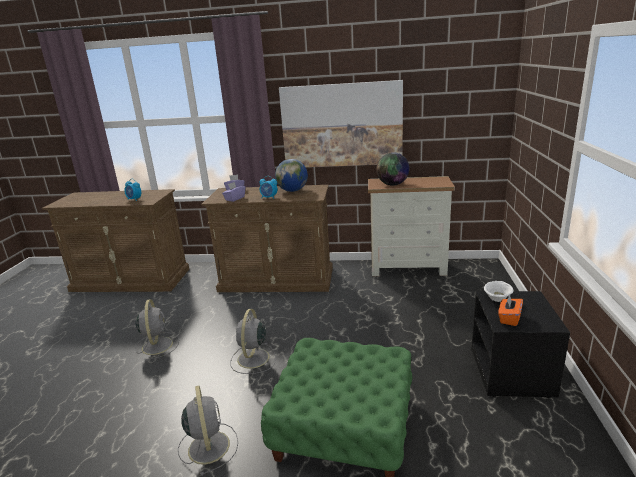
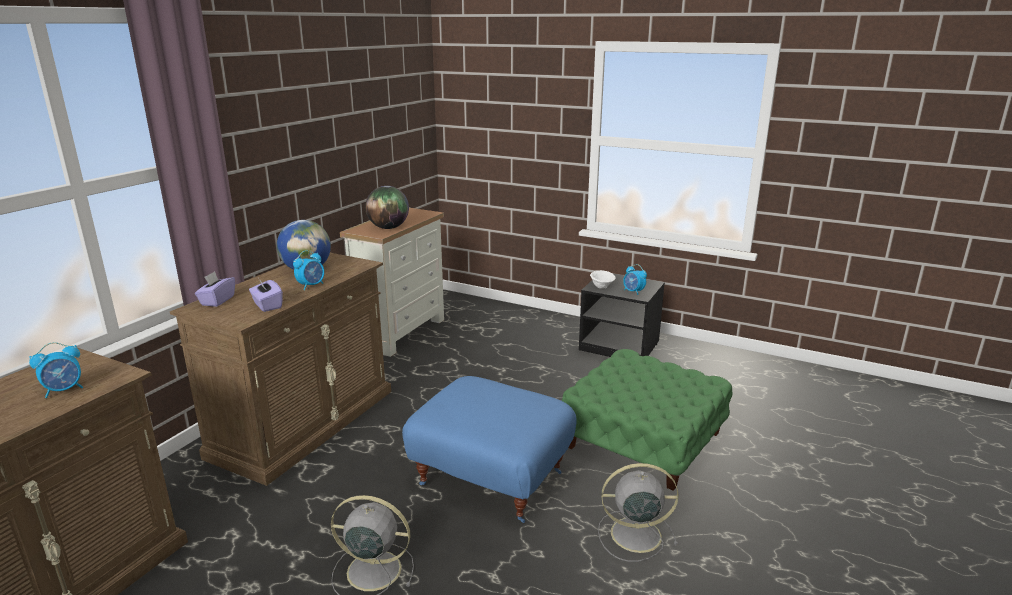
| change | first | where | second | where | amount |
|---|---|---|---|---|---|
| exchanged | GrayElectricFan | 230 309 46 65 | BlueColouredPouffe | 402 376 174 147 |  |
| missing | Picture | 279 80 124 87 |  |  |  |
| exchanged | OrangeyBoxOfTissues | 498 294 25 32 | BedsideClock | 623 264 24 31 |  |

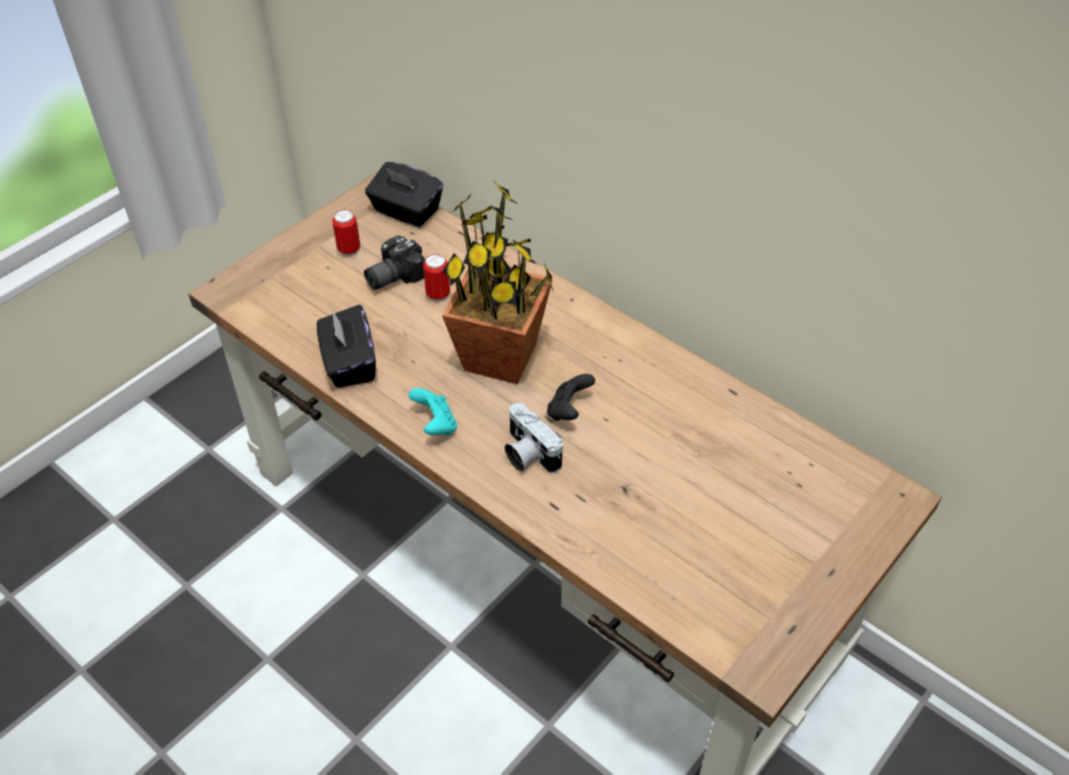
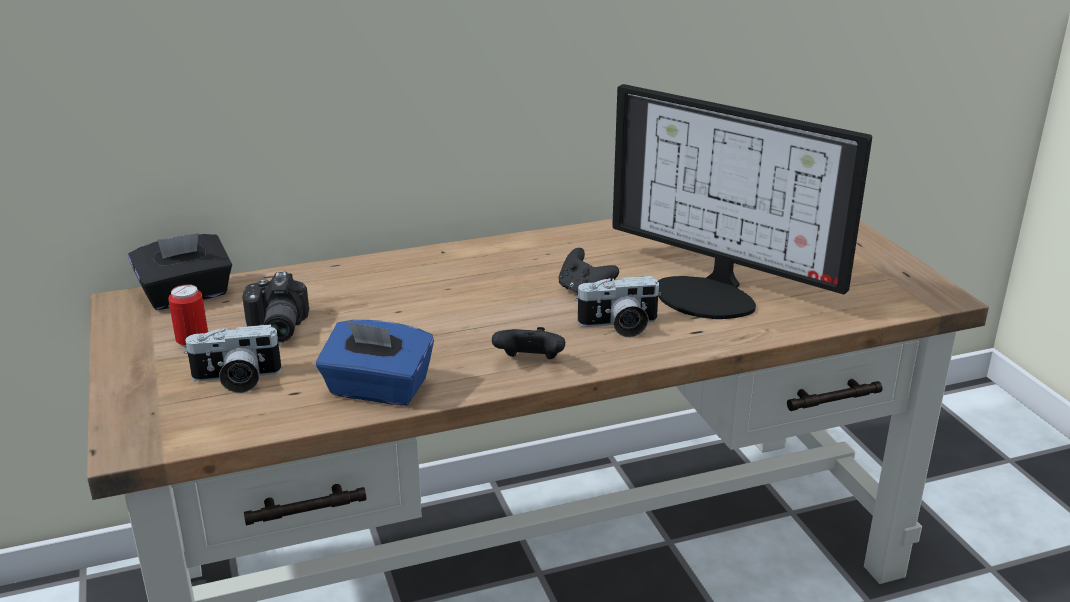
| change | first | where | second | where | amount |
|---|---|---|---|---|---|
| colour | BlackColouredBoxOfTissues | 317 304 59 84 | BlueColouredBoxOfTissues | 316 320 118 86 |  |
| colour | BlueGreenGamepad | 408 388 49 48 | BlackColouredGamepad | 492 327 73 32 |  |
| missing | Can | 423 254 27 48 |  |  |  |
| missing | PottedPlant | 442 180 112 204 |  |  |  |
| appeared |  |  | PhotoCamera | 184 324 98 69 |  |
| appeared |  |  | ComputerScreen | 612 84 260 235 |  |

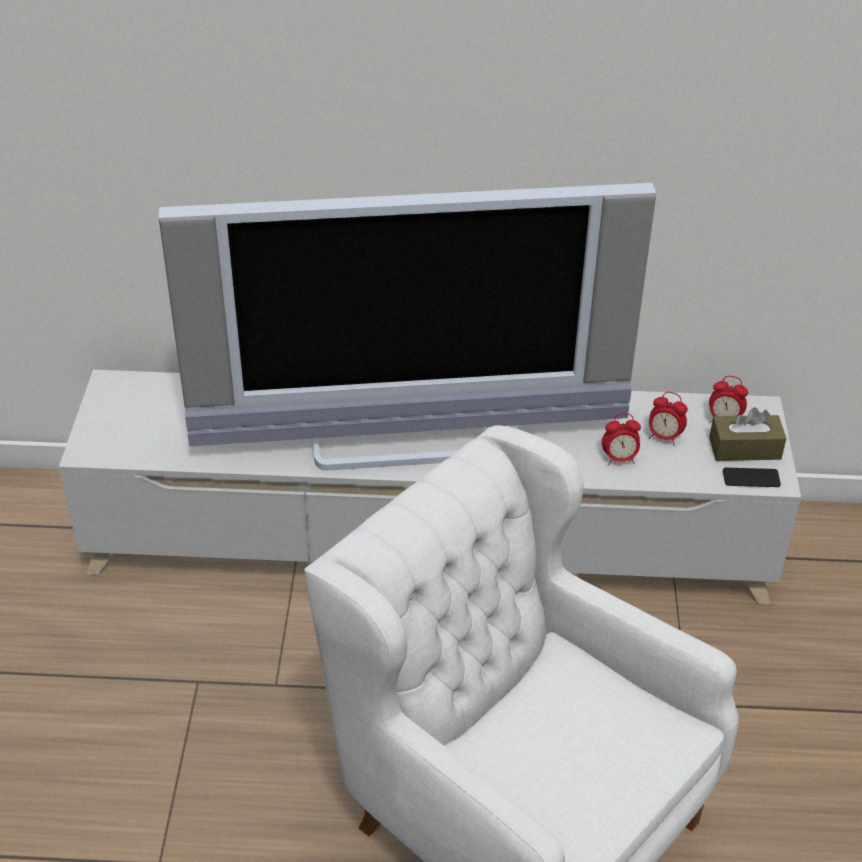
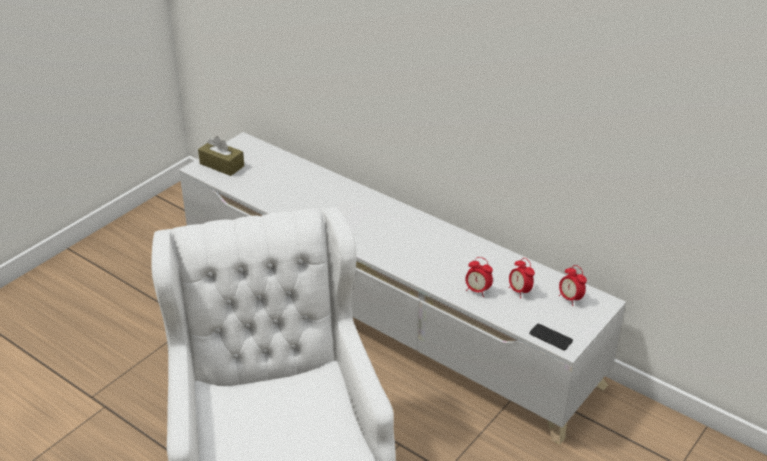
| change | first | where | second | where | amount |
|---|---|---|---|---|---|
| missing | Tv | 159 183 497 288 |  |  |  |
| relocated | BrownColouredBoxOfTissues | 709 407 77 54 |  | 198 136 46 40 |  |

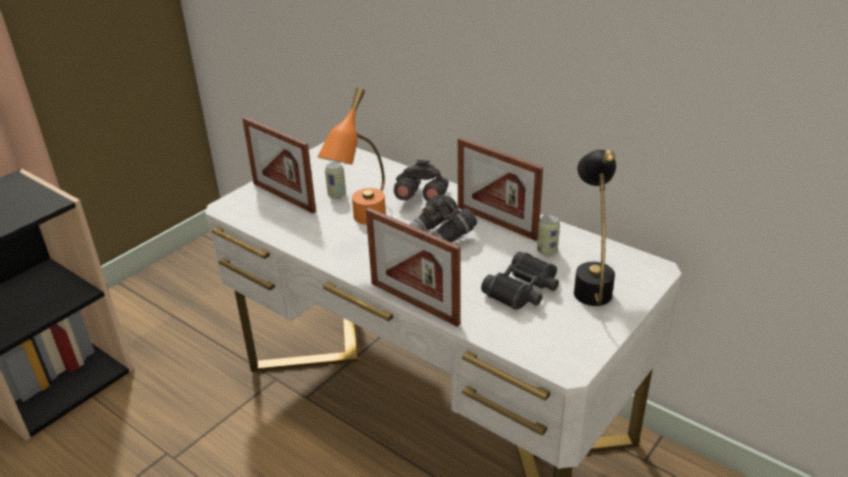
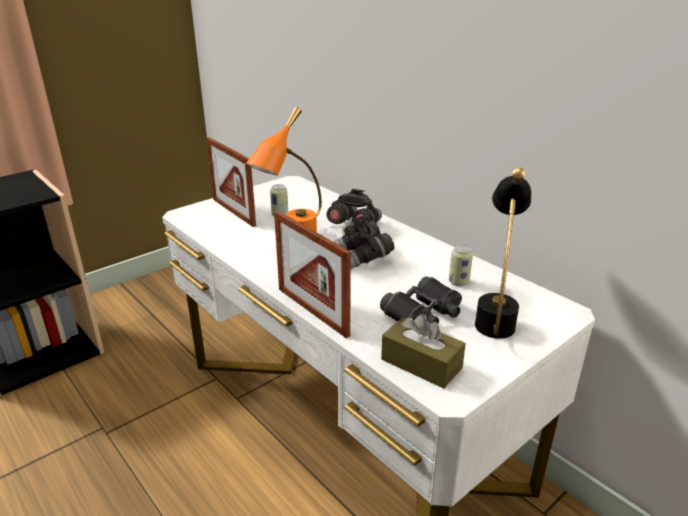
| change | first | where | second | where | amount |
|---|---|---|---|---|---|
| missing | PictureFrame | 458 137 85 104 |  |  |  |
| appeared |  |  | BrownColouredBoxOfTissues | 381 314 85 74 |  |

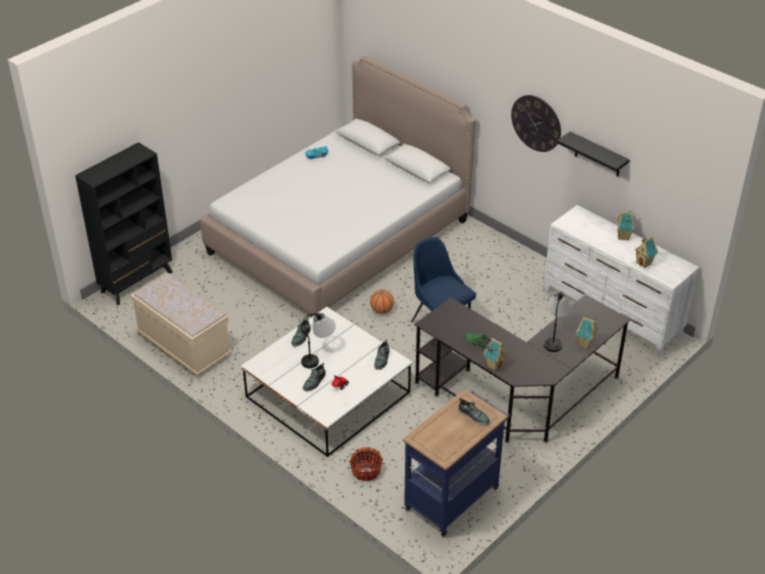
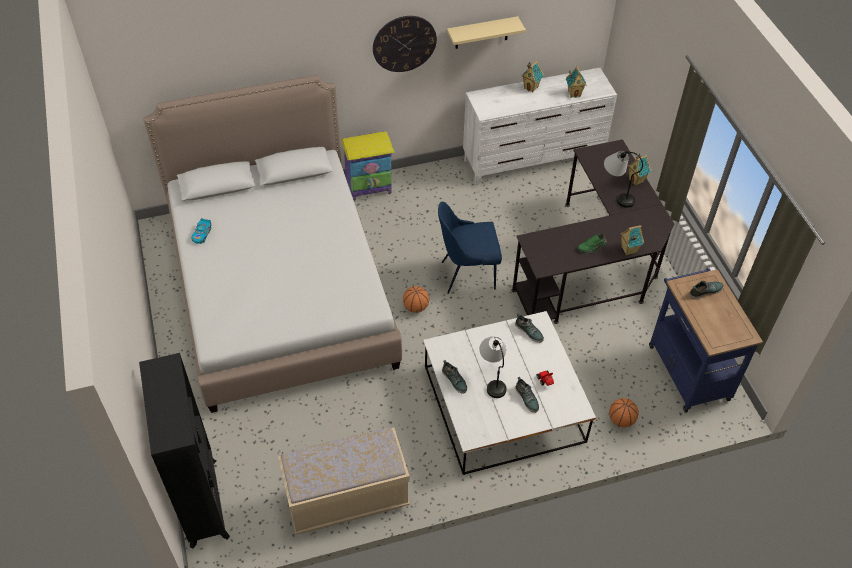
| change | first | where | second | where | amount |
|---|---|---|---|---|---|
| exchanged | Basket | 349 447 34 34 | BallForBasketball | 609 398 30 30 |  |
| colour | BlackColouredBracketShelf | 557 132 73 45 | BeigeColouredBracketShelf | 447 16 79 33 |  |
| appeared |  |  | BedsideTable | 341 131 53 70 |  |

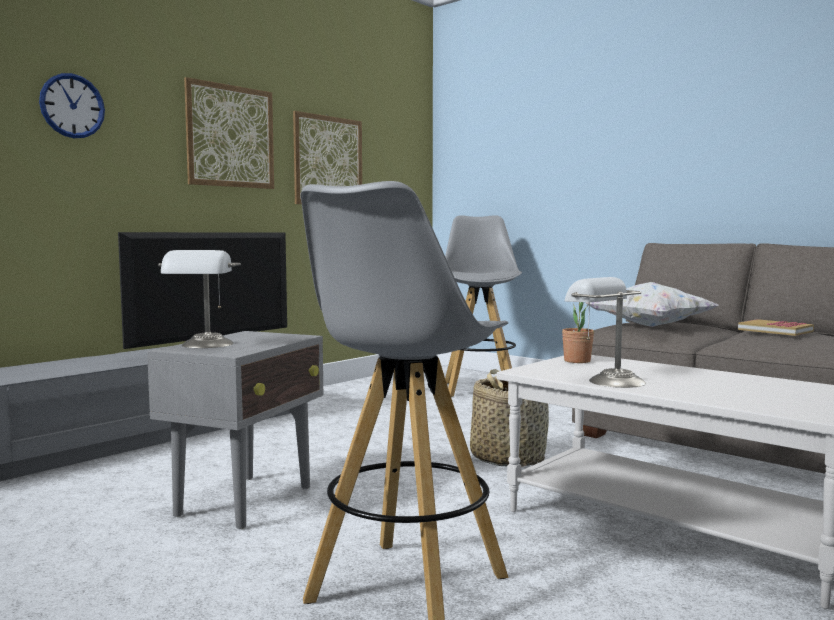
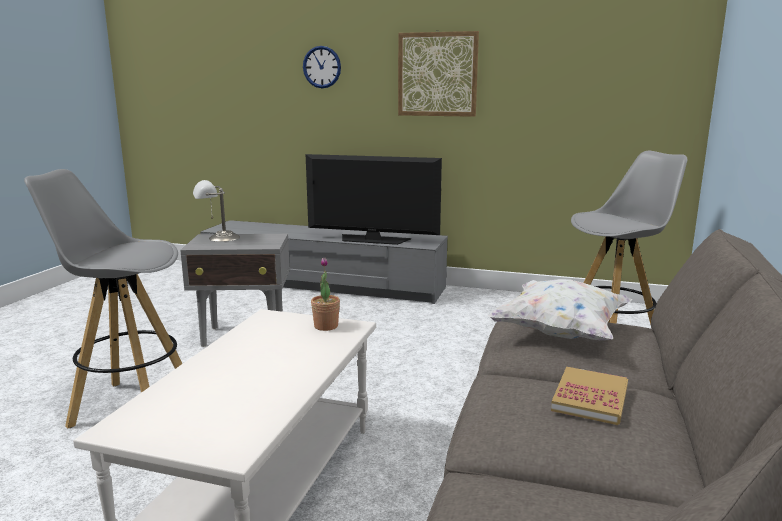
| change | first | where | second | where | amount |
|---|---|---|---|---|---|
| missing | Picture | 293 111 69 93 |  |  |  |
| missing | Basket | 470 369 79 98 |  |  |  |
| missing | WhitishLampForATable | 565 277 81 111 |  |  |  |

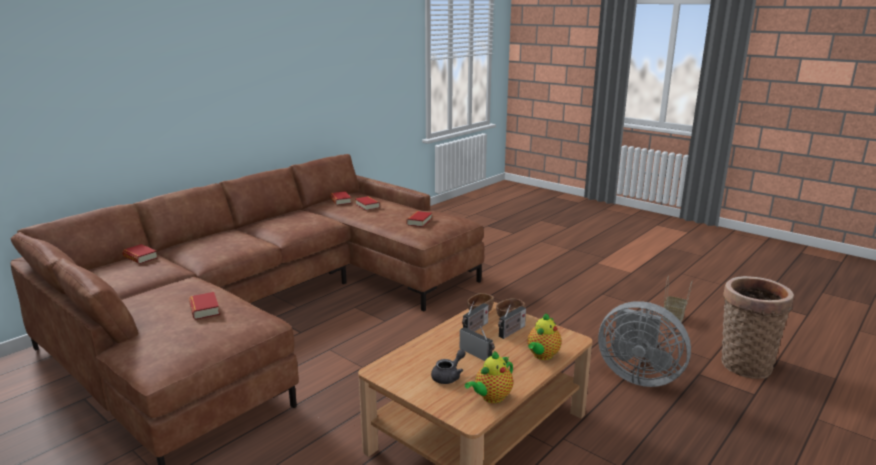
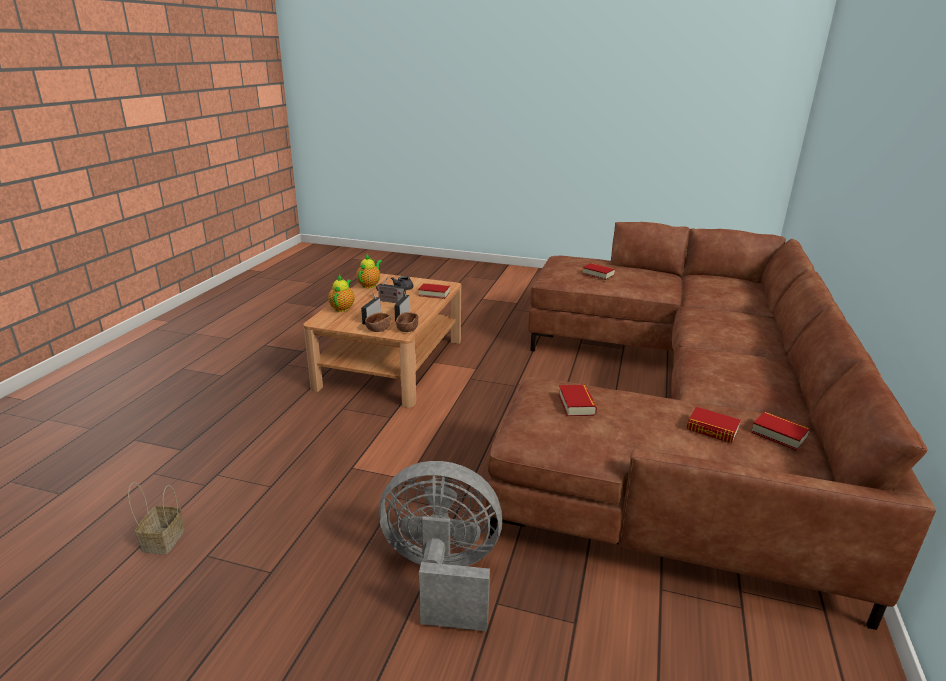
| change | first | where | second | where | amount |
|---|---|---|---|---|---|
| relocated | Book | 122 244 36 20 |  | 418 283 32 16 |  |
| relocated | GrayElectricFan | 598 301 93 86 |  | 379 461 123 170 |  |
| missing | Basket | 721 276 73 103 |  |  |  |

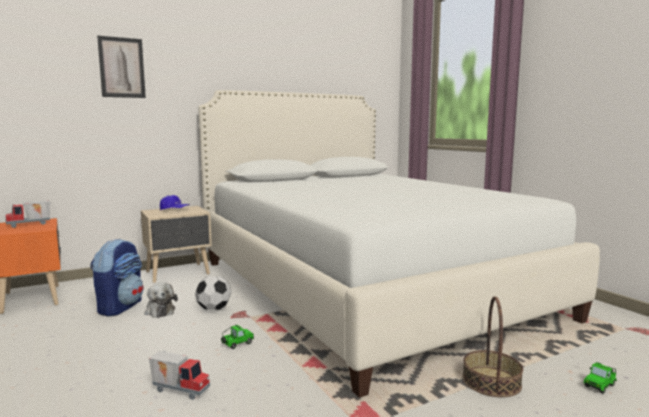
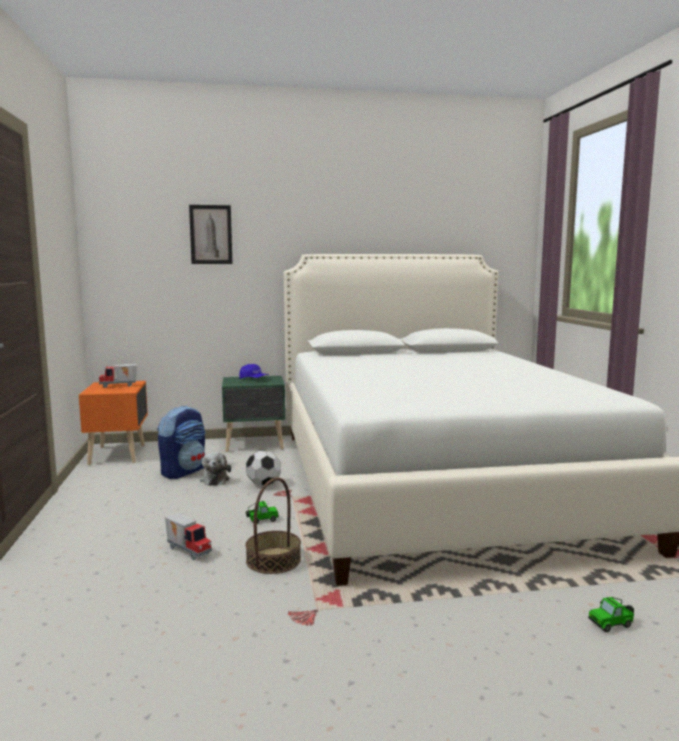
| change | first | where | second | where | amount |
|---|---|---|---|---|---|
| colour | BeigeColouredBedsideTable | 141 206 71 77 | GreenColouredBedsideTable | 222 376 63 76 |  |
| relocated | Basket | 462 296 61 101 |  | 246 477 55 97 |  |

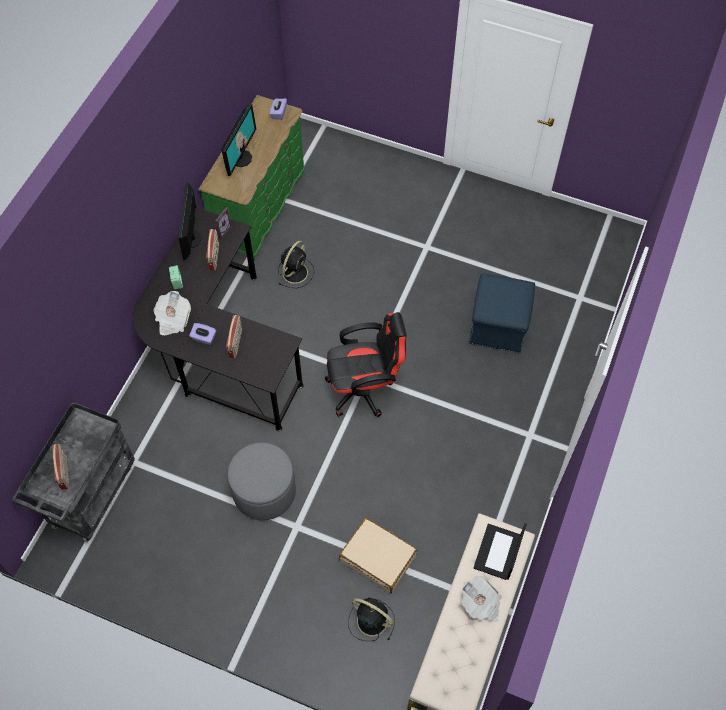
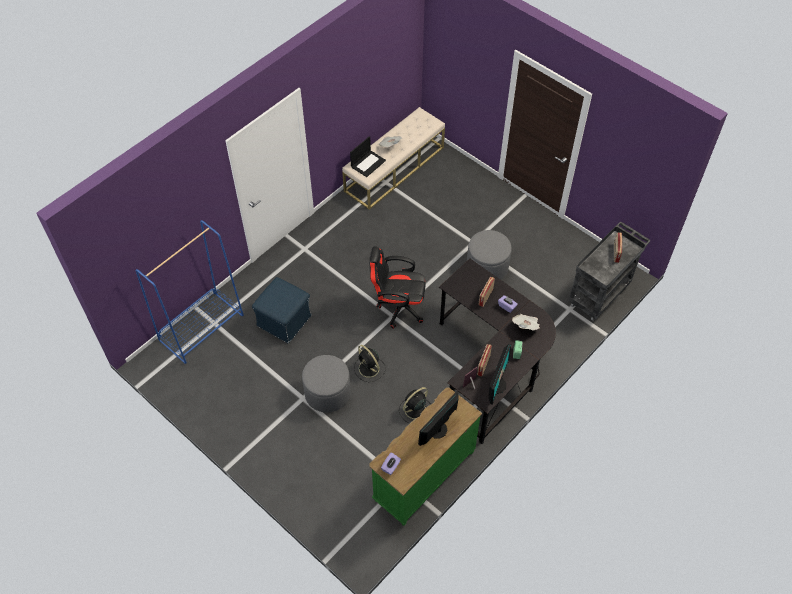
| change | first | where | second | where | amount |
|---|---|---|---|---|---|
| missing | BeigeColouredSuitcase | 339 518 78 76 |  |  |  |
| relocated | BlackColouredElectricFan | 348 598 47 43 |  | 354 345 32 37 |  |
| appeared |  |  | BlueColouredGarmentRack | 136 220 108 144 |  |
| appeared |  |  | GrayPouffe | 302 355 49 57 |  |

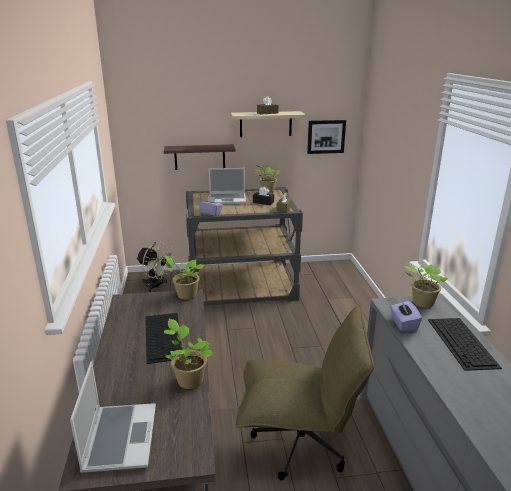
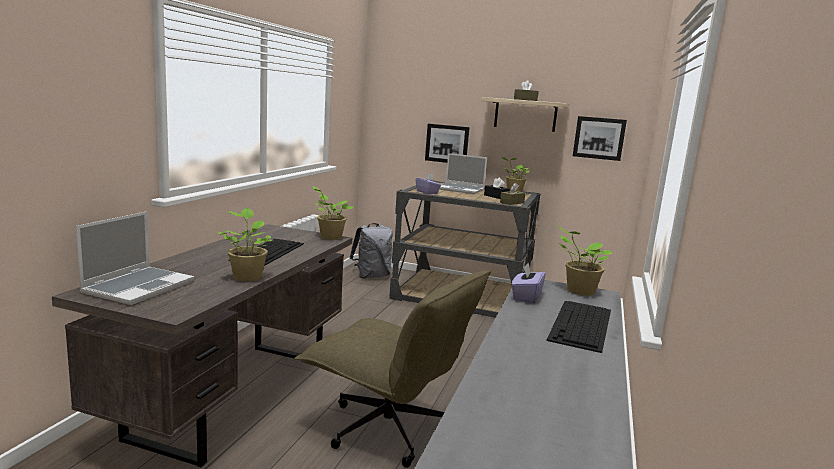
| change | first | where | second | where | amount |
|---|---|---|---|---|---|
| exchanged | BeigeColouredElectricFan | 137 242 37 50 | GrayKnapsack | 349 223 44 56 |  |
| exchanged | BracketShelf | 164 144 72 26 | Picture | 425 124 45 39 |  |

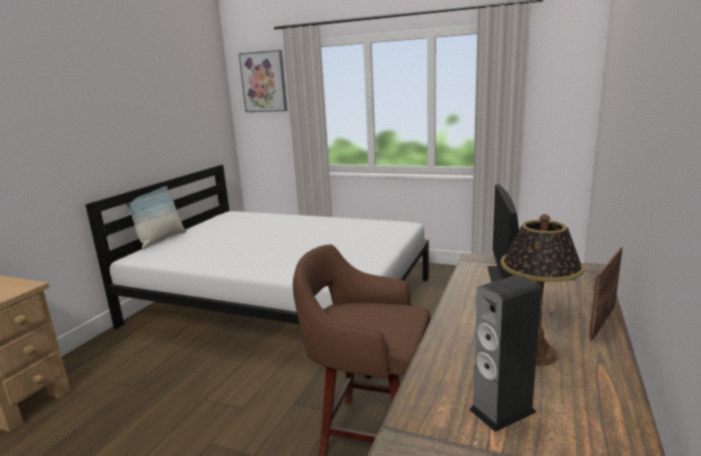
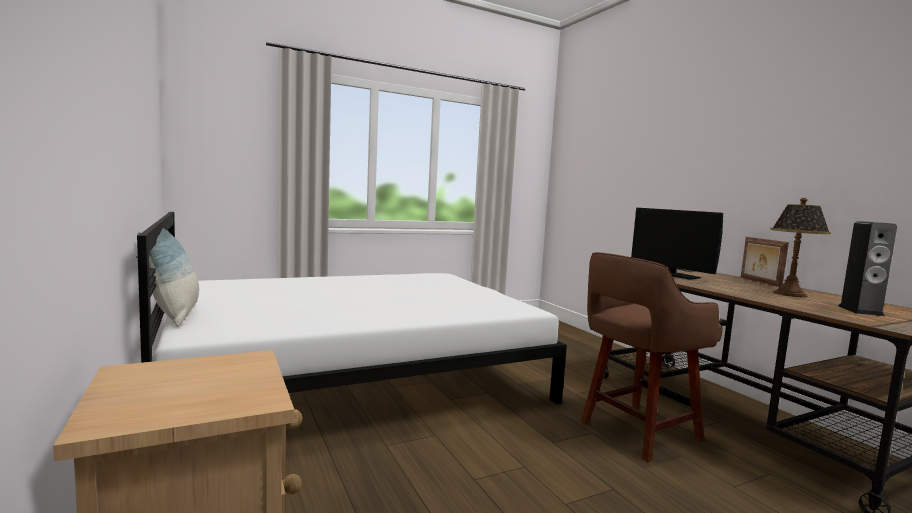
| change | first | where | second | where | amount |
|---|---|---|---|---|---|
| missing | Picture | 239 50 48 62 |  |  |  |

